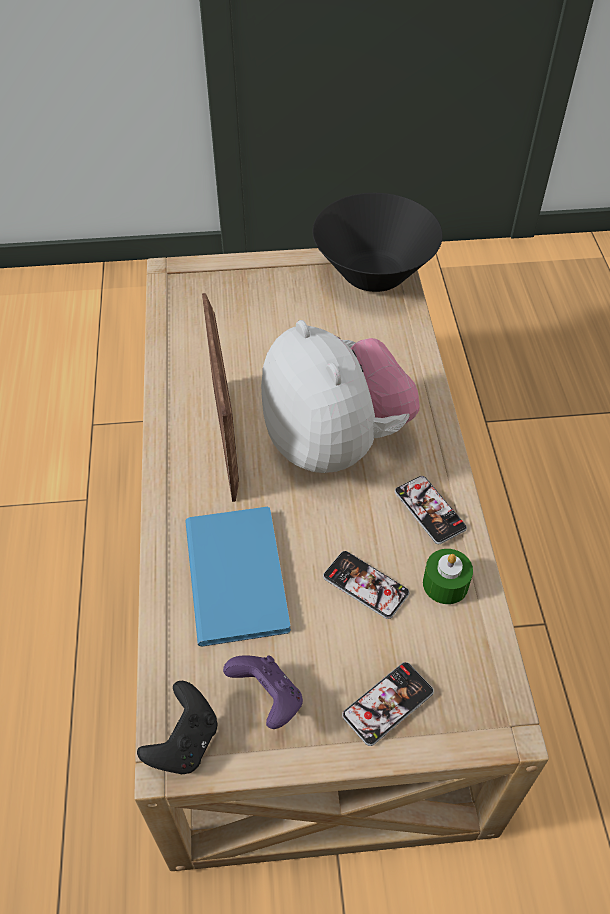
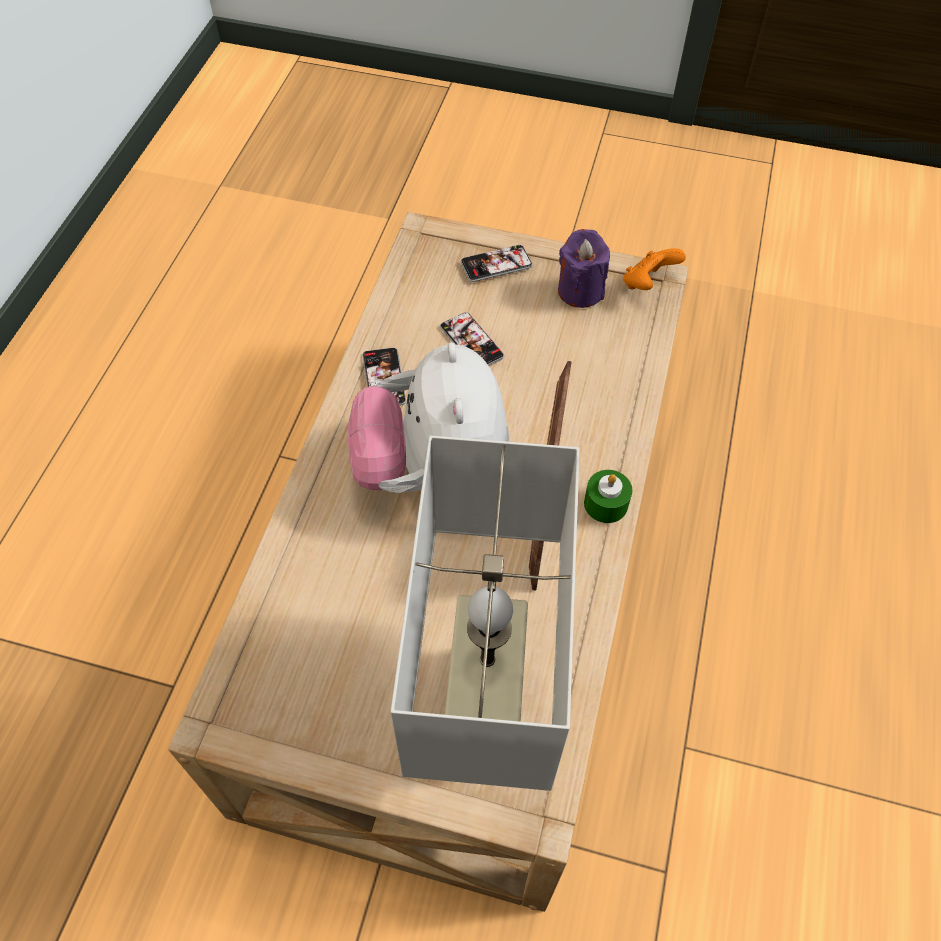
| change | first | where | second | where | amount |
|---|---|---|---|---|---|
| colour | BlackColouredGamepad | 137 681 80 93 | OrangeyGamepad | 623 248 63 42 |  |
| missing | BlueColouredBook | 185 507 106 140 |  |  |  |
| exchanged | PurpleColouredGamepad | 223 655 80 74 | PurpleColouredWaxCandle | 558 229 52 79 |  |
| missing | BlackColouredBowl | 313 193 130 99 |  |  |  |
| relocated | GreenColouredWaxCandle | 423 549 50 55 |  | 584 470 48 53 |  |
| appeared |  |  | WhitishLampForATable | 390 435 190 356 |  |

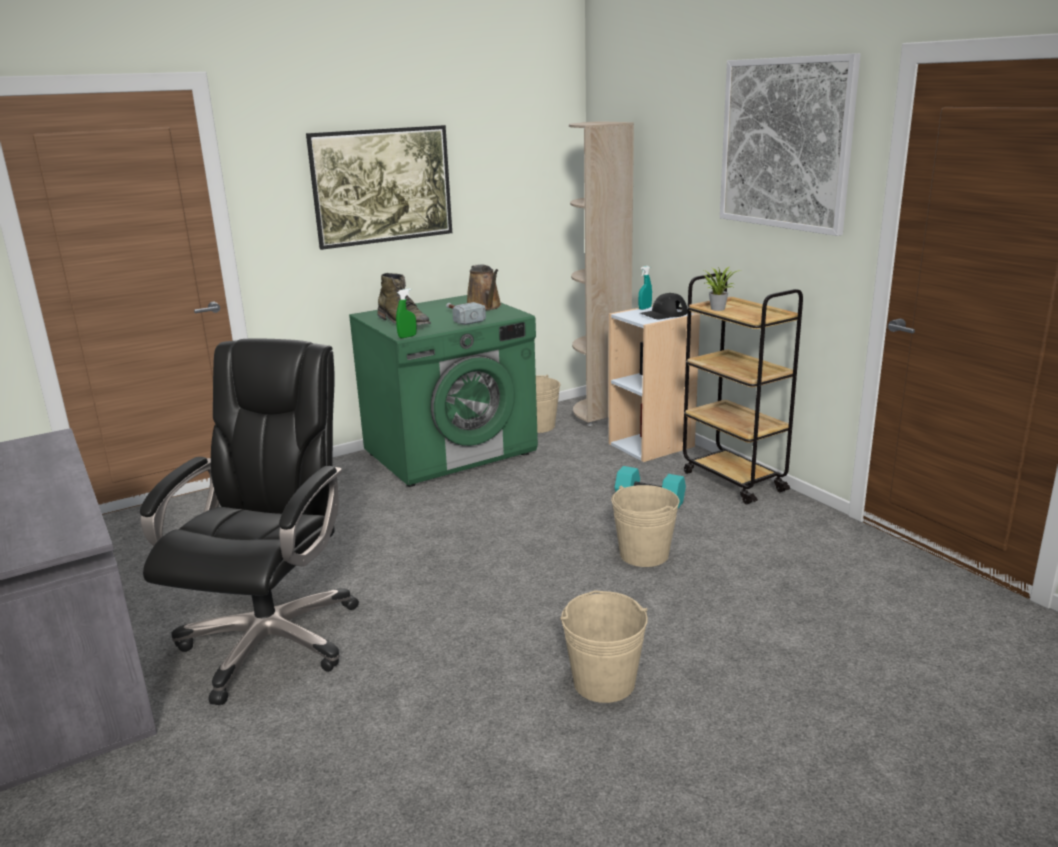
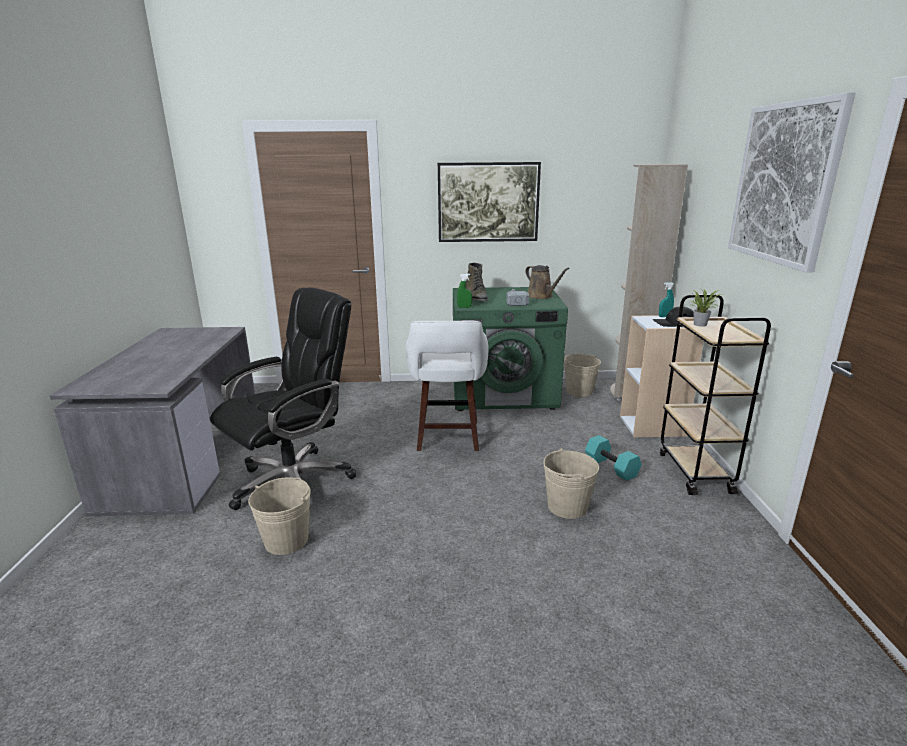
| change | first | where | second | where | amount |
|---|---|---|---|---|---|
| spun | BrownColouredWateringPot | 467 264 34 46 |  | 525 265 44 34 | 45 degrees counterclockwise |
| relocated | BeigeColouredBucket | 560 590 88 113 |  | 248 477 63 78 |  |
| appeared |  |  | WhitishStoolSeat | 406 321 83 130 |  |

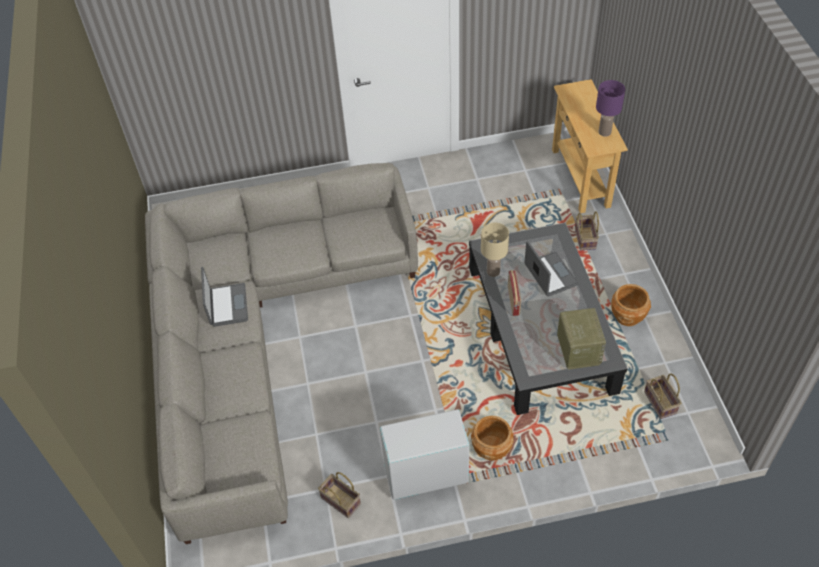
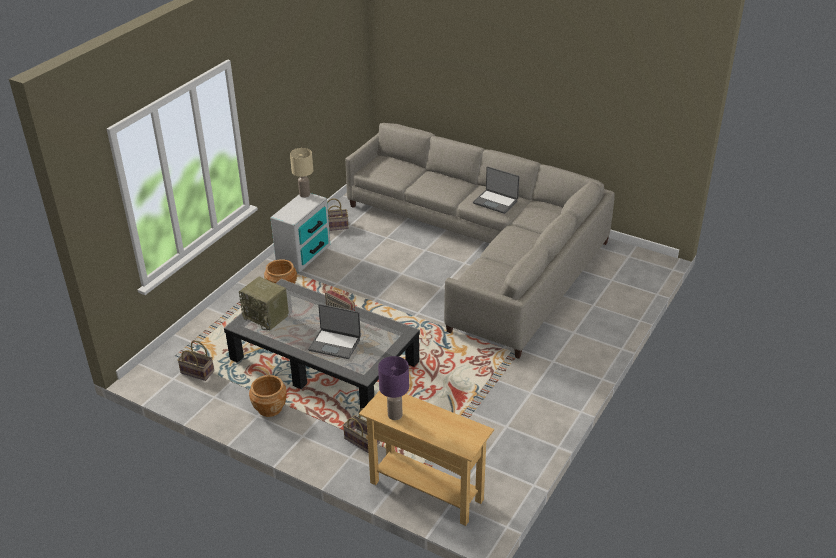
| change | first | where | second | where | amount |
|---|---|---|---|---|---|
| relocated | BeigeColouredLampForATable | 481 223 28 54 |  | 290 148 23 50 |  |

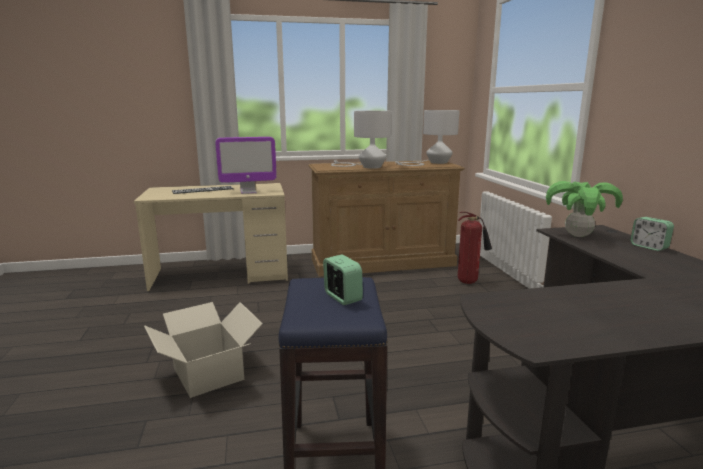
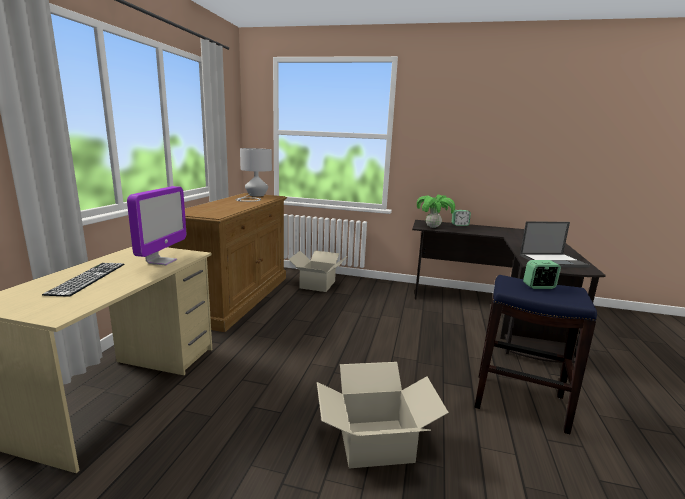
| change | first | where | second | where | amount |
|---|---|---|---|---|---|
| missing | WhitishLampForATable | 331 111 61 58 |  |  |  |
| exchanged | Extinguisher | 458 212 34 72 | Carton | 289 251 57 41 |  |
| appeared |  |  | PortableComputer | 520 221 70 47 |  |

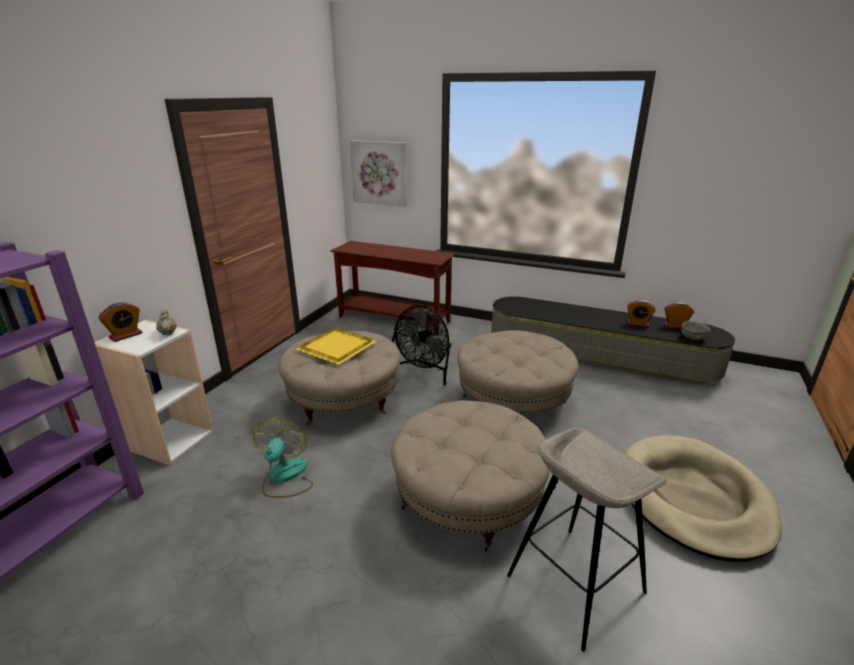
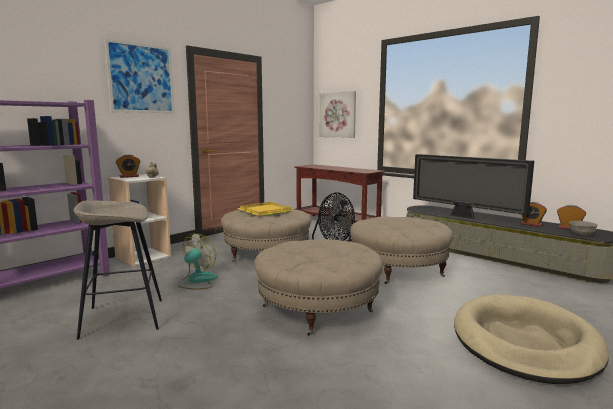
| change | first | where | second | where | amount |
|---|---|---|---|---|---|
| relocated | GrayStoolSeat | 507 427 160 225 |  | 74 200 88 140 |  |
| appeared |  |  | Picture | 104 39 71 74 |  |
| appeared |  |  | Tv | 413 154 121 65 |  |

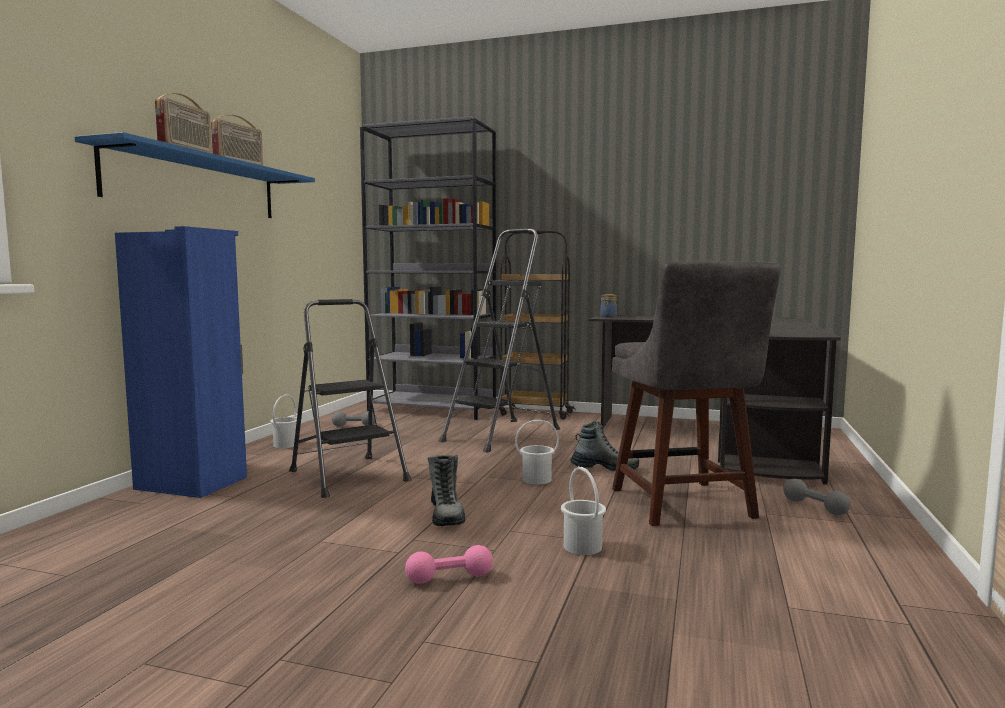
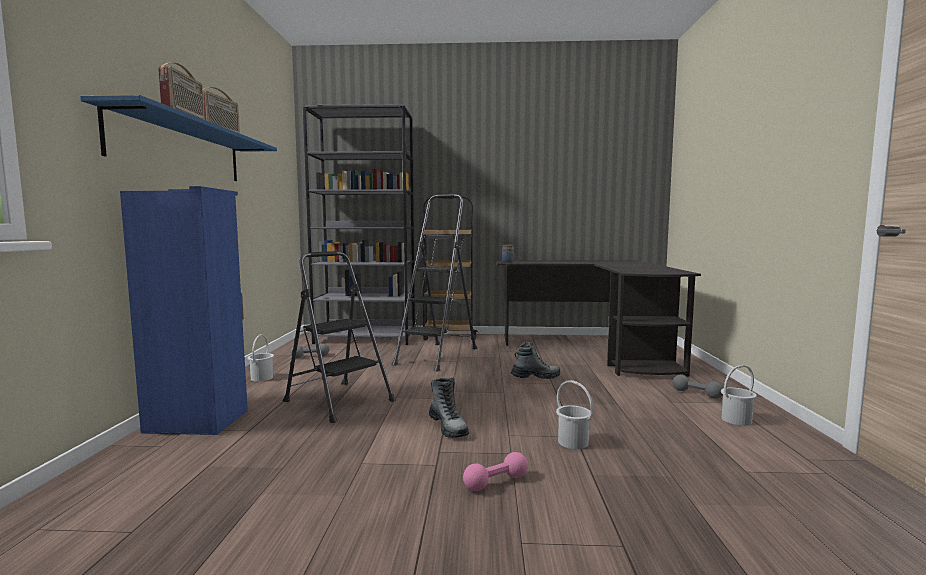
| change | first | where | second | where | amount |
|---|---|---|---|---|---|
| relocated | WhitishBucket | 515 420 44 65 |  | 721 365 36 61 |  |
| missing | GrayStoolSeat | 612 261 169 265 |  |  |  |

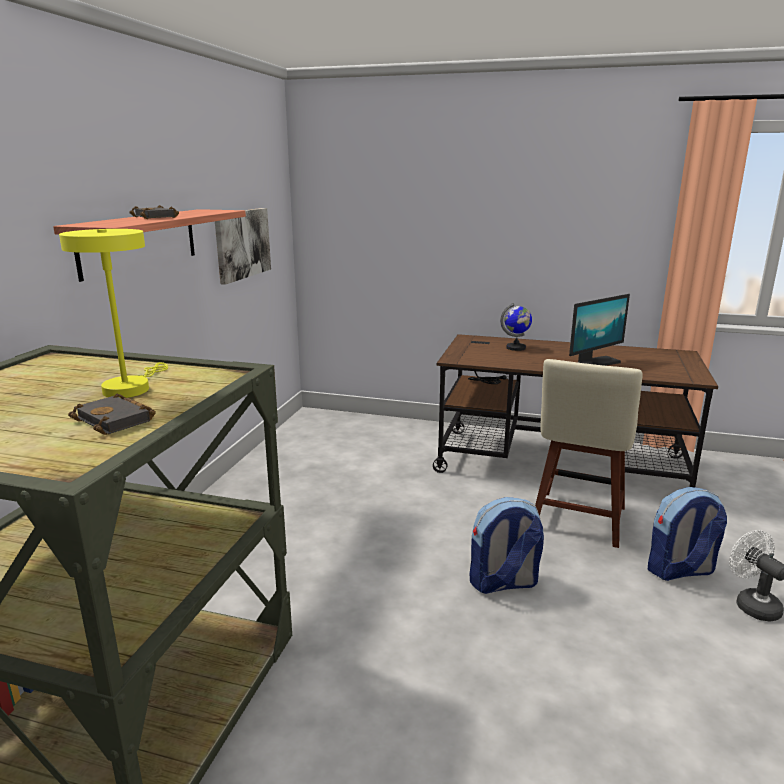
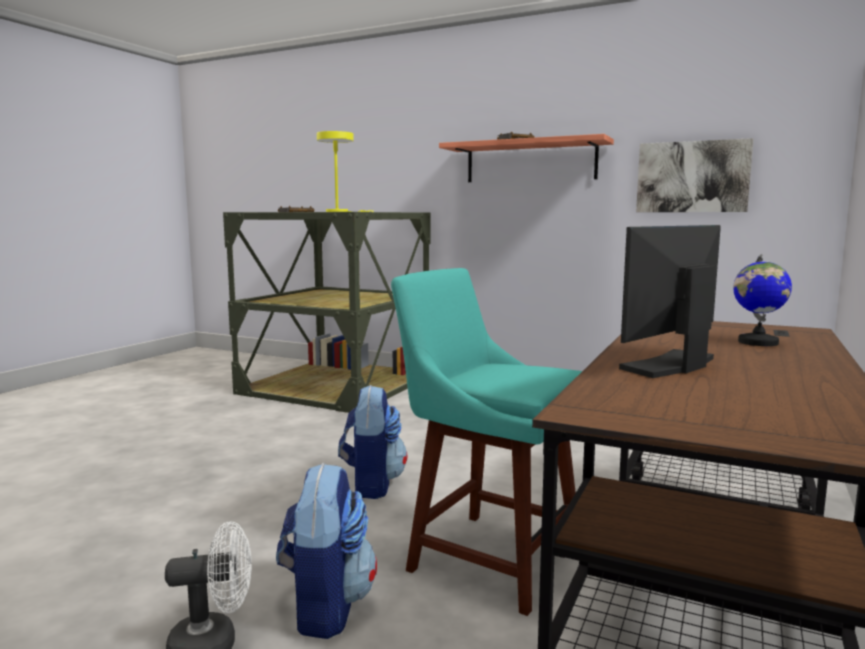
| change | first | where | second | where | amount |
|---|---|---|---|---|---|
| colour | BeigeColouredStoolSeat | 535 359 108 189 | BlueGreenStoolSeat | 391 268 191 348 |  |
| spun | ComputerScreen | 569 294 61 72 |  | 619 225 102 153 | 75 degrees clockwise |

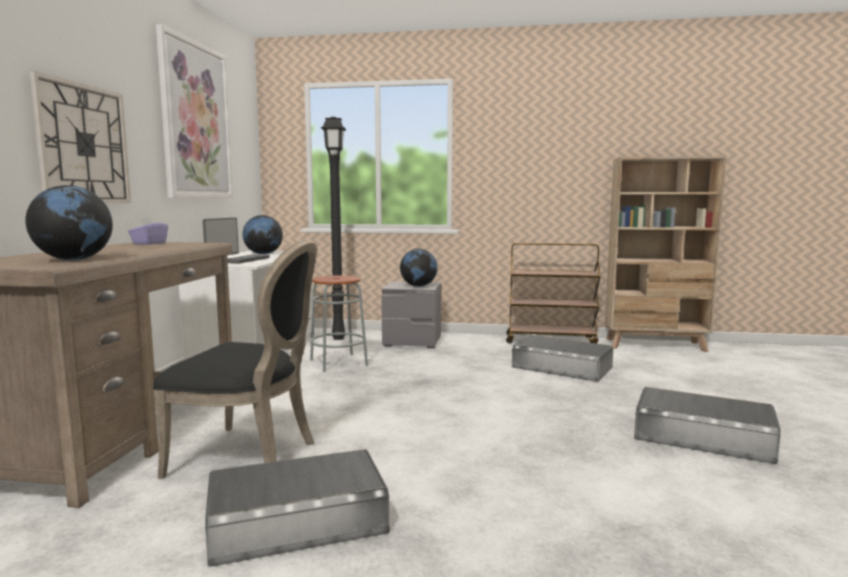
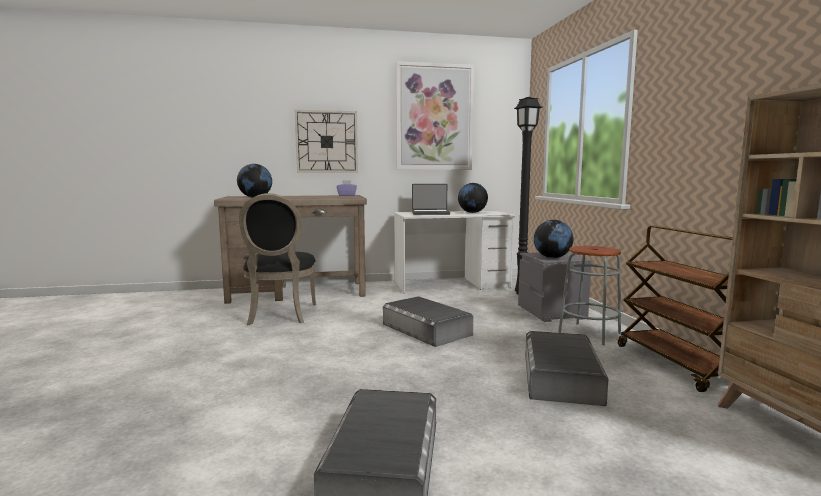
| change | first | where | second | where | amount |
|---|---|---|---|---|---|
| relocated | GrayStorageBox | 205 449 185 118 |  | 383 296 91 51 |  |
| relocated | GrayStoolSeat | 310 275 58 97 |  | 558 246 63 99 |  |

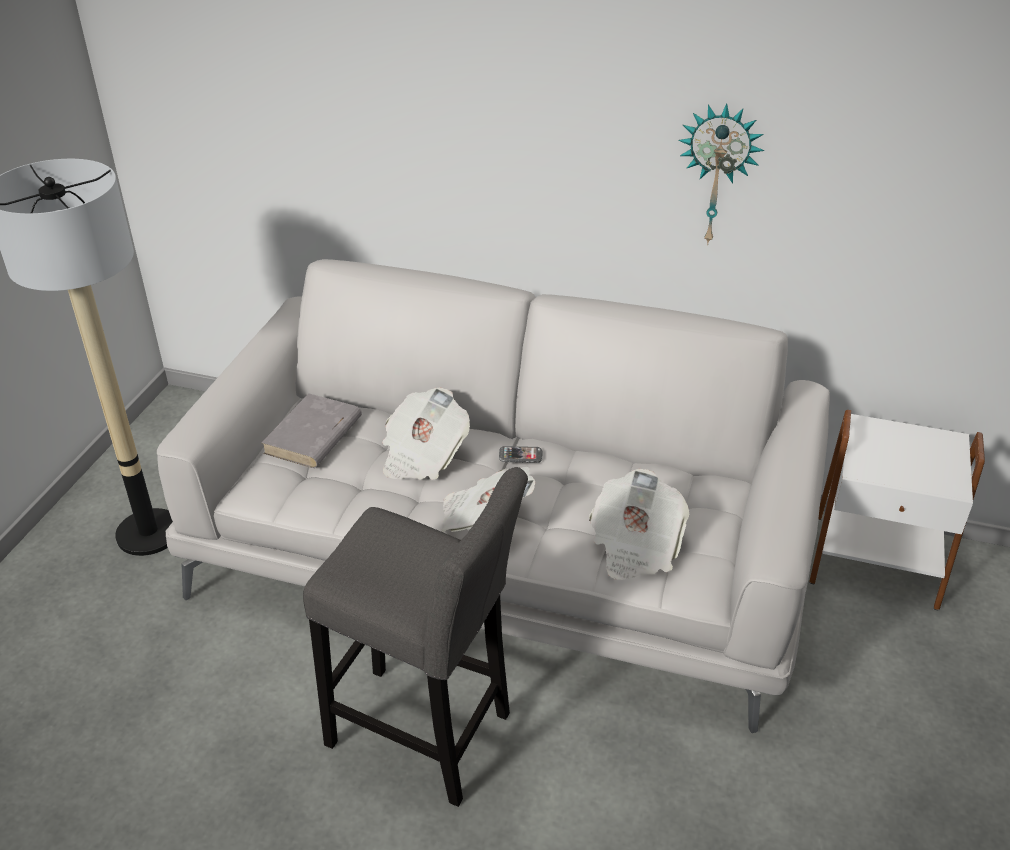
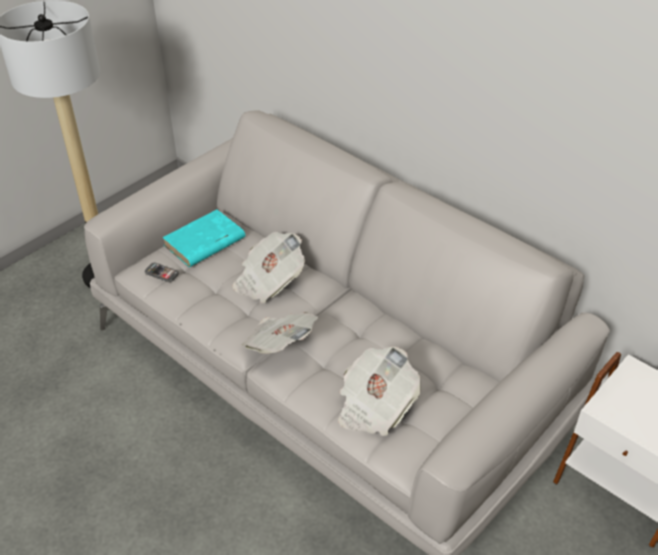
| change | first | where | second | where | amount |
|---|---|---|---|---|---|
| colour | GrayBook | 261 393 101 75 | BlueGreenBook | 162 209 83 58 |  |
| missing | GrayStoolSeat | 303 467 225 340 |  |  |  |
| relocated | Phone | 499 446 43 17 |  | 145 262 34 20 |  |
| missing | ClockOnTheWall | 678 103 86 142 |  |  |  |

